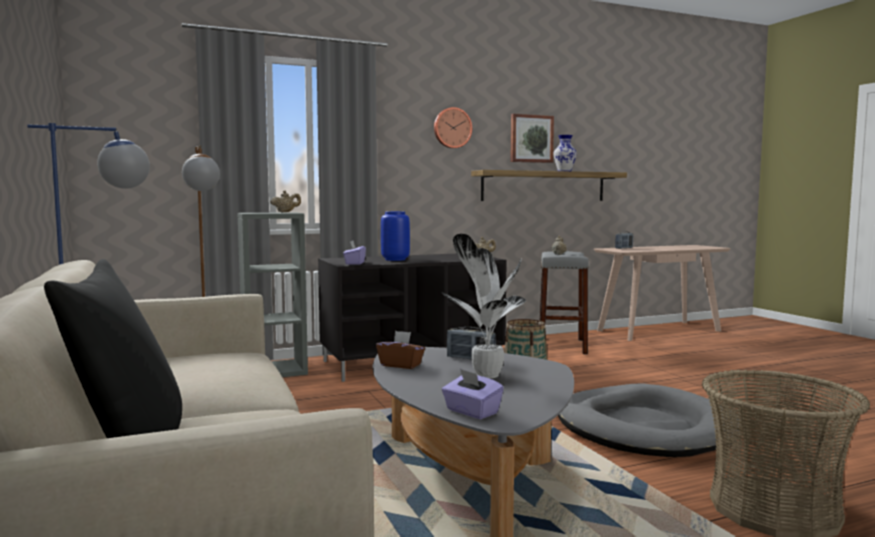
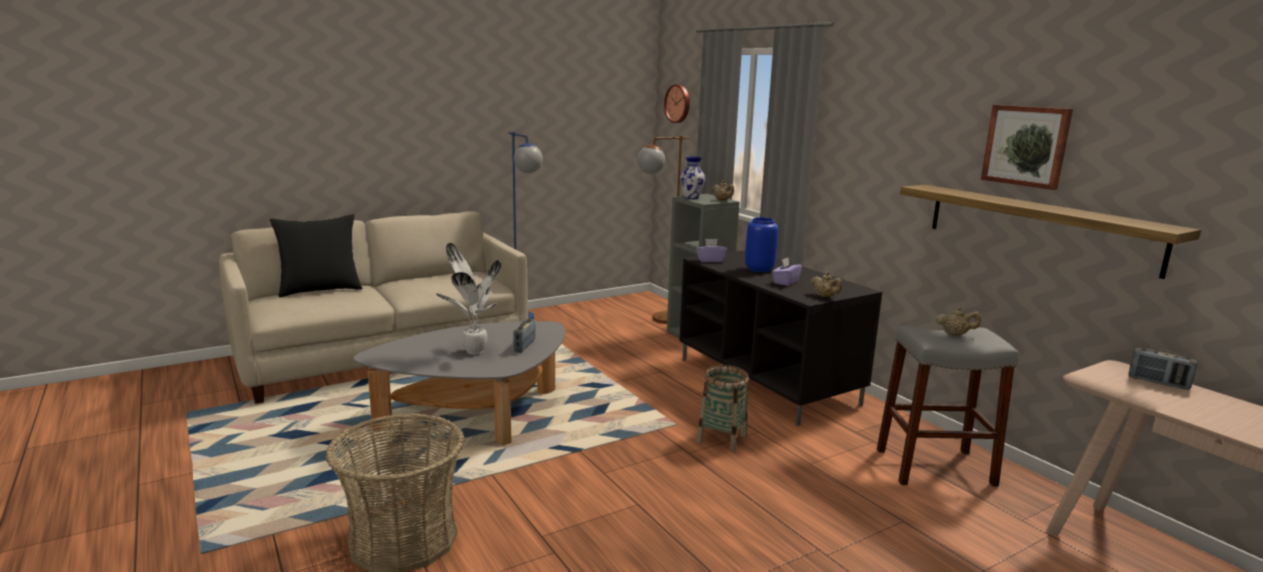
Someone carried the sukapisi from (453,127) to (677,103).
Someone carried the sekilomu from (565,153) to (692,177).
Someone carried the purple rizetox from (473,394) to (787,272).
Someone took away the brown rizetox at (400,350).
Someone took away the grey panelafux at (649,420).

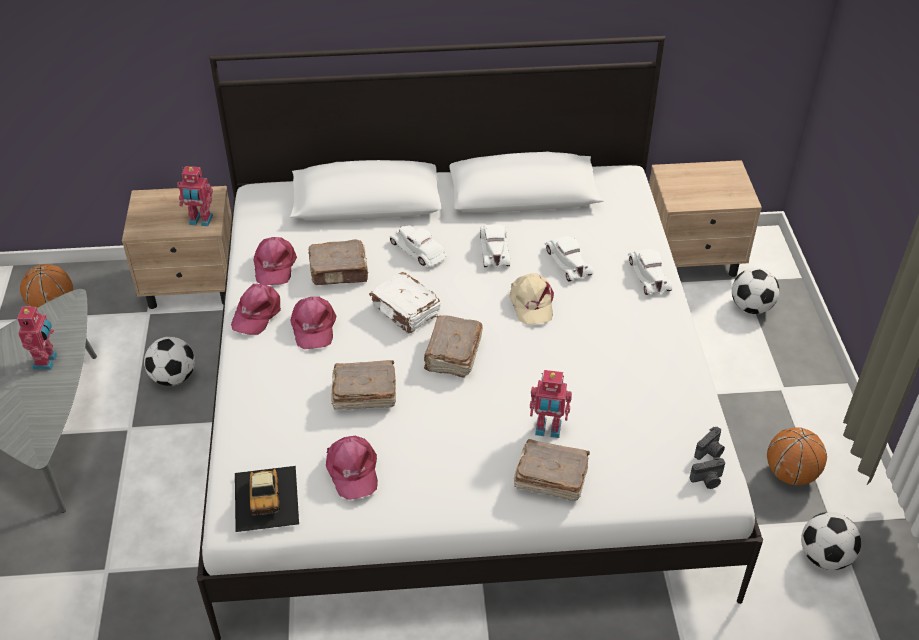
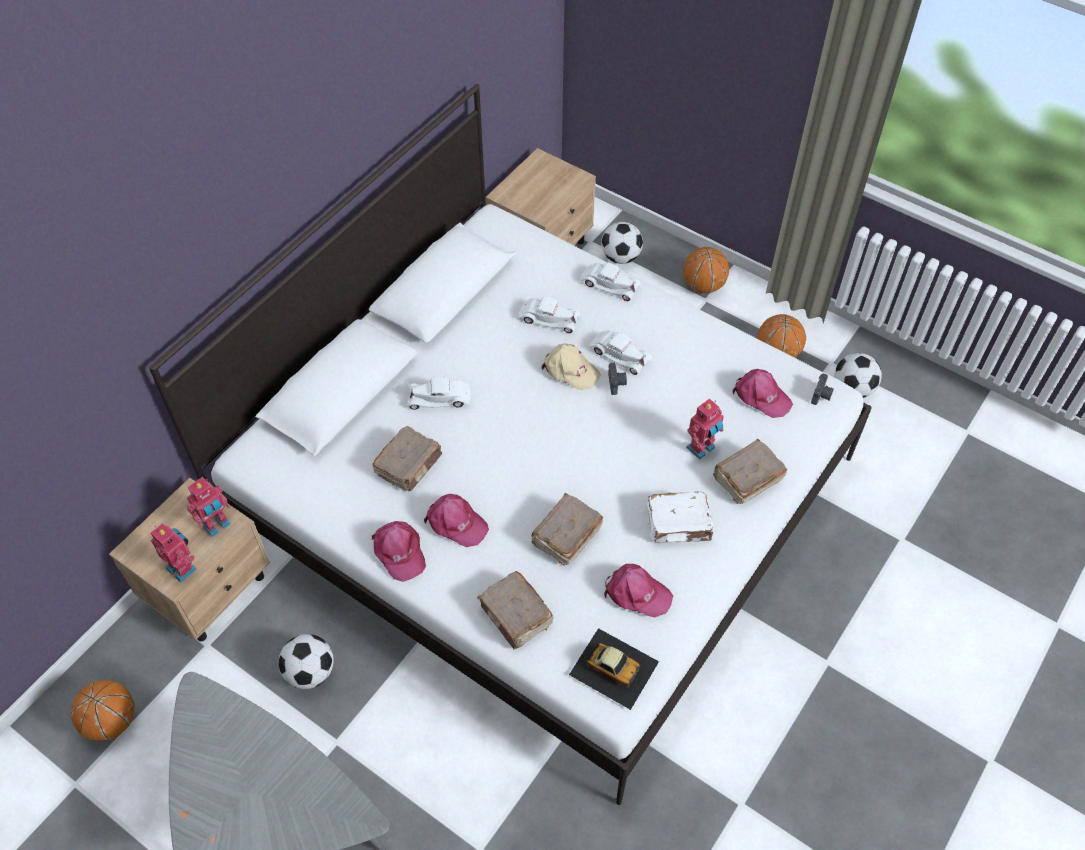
Someone carried the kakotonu from (37,337) to (173,553).
Someone carried the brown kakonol from (453,346) to (515,610).
Someone carried the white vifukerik from (495,246) to (620,352).
Someone carried the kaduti from (709,443) to (617,378).
Someone carried the white kakonol from (405,303) to (680,517).
Someone put down the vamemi at (706,270).
Someone carried the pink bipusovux from (275,261) to (763,393).

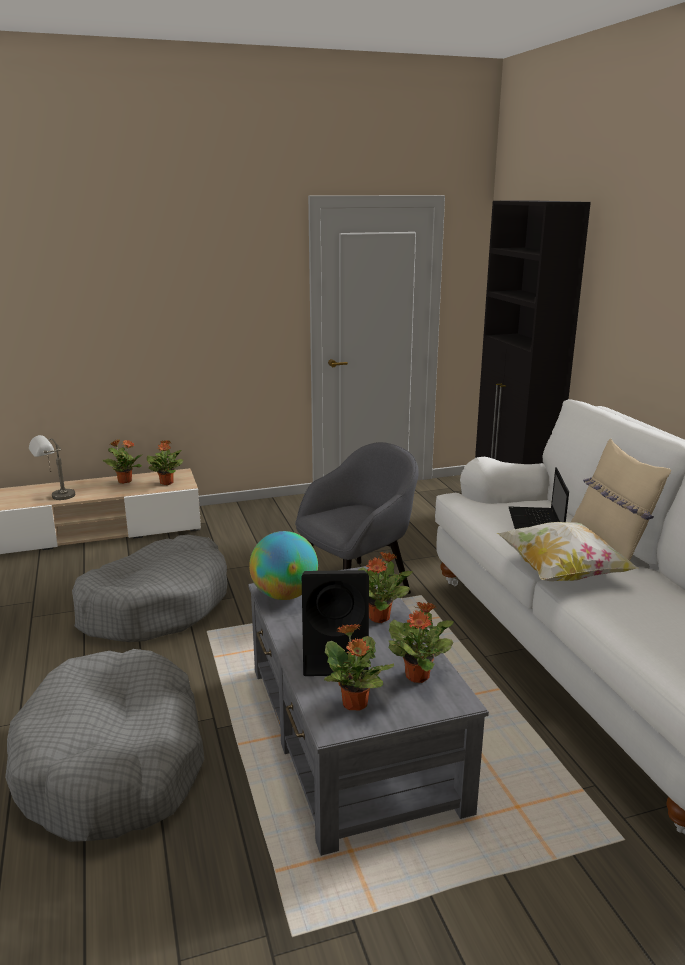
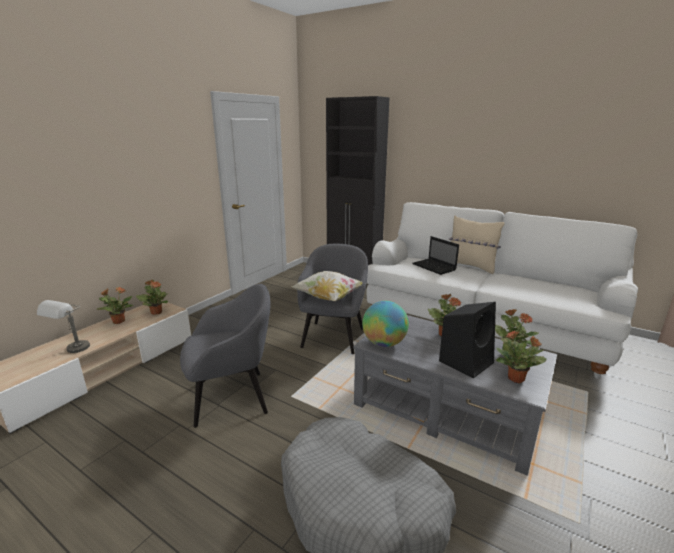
Someone swapped the grey panelafux at (150,588) for the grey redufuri at (225,356).
Someone carried the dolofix from (568,551) to (327,286).

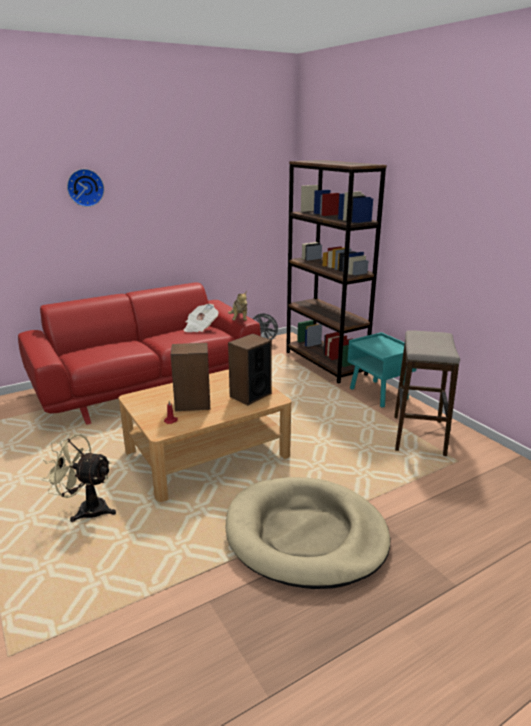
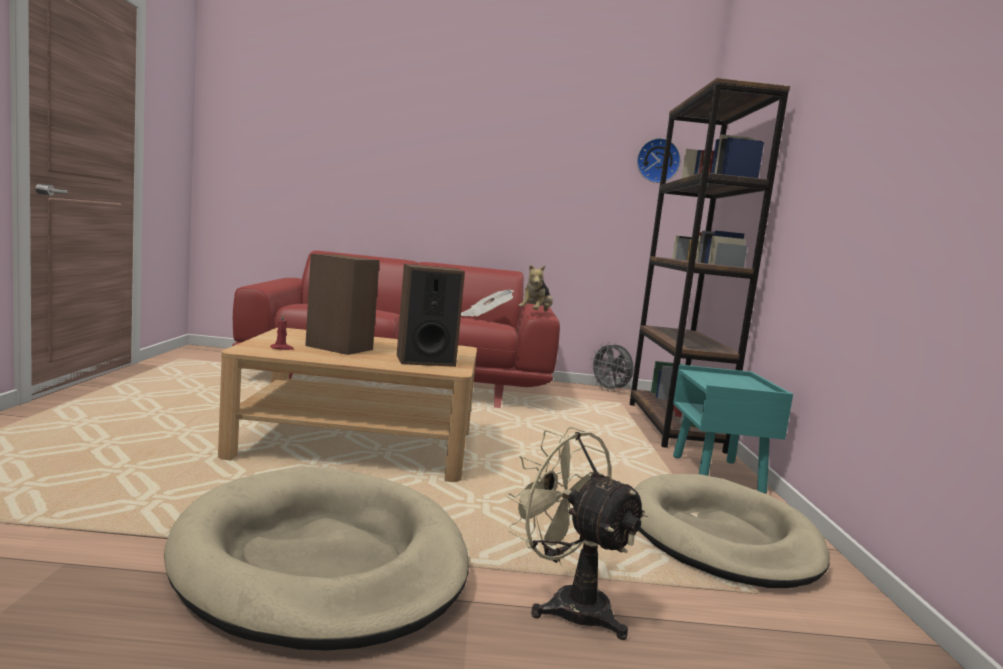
Someone carried the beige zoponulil from (79,477) to (577,533).
Someone swapped the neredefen at (427,393) for the beige panelafux at (732,531).
Someone carried the sukapisi from (85,188) to (659,160).

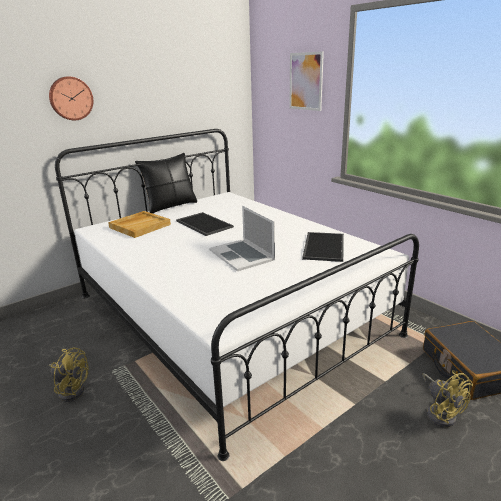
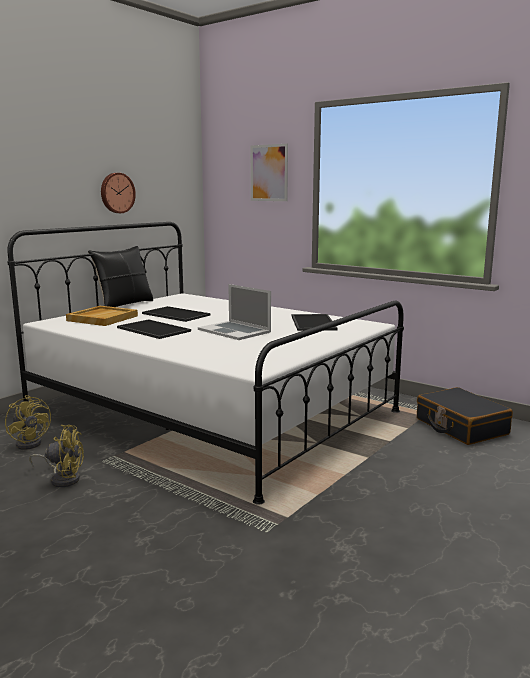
Someone carried the yellow zoponulil from (447,398) to (28,422).
Someone carried the sukapisi from (71,98) to (118,193).
Someone put down the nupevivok at (154,329).

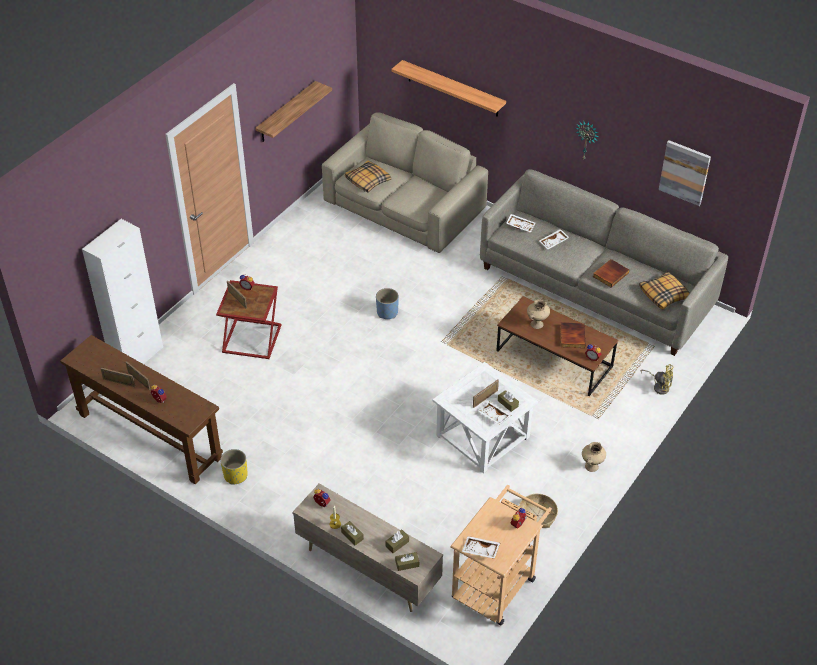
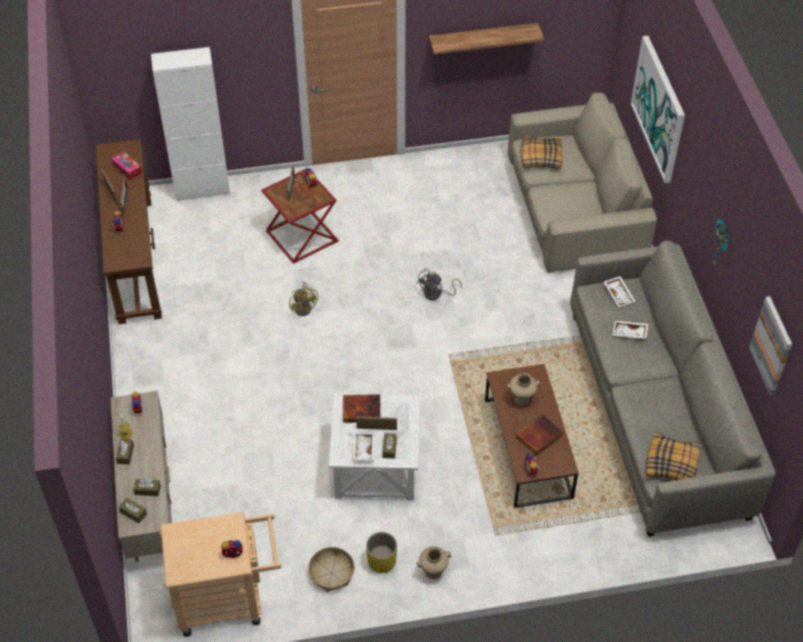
Someone put down the rizetox at (127,165).
Someone carried the yellow zoponulil from (657,379) to (303,299).
Someone carried the kakonol from (611,273) to (362,408).
Someone carried the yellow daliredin from (234,466) to (381,552).
Someone swapped the blue daliredin at (387,303) for the grey zoponulil at (439,284).
Someone swapped the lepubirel at (448,88) for the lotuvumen at (658,109).
Someone took away the white nupevivok at (481,547).

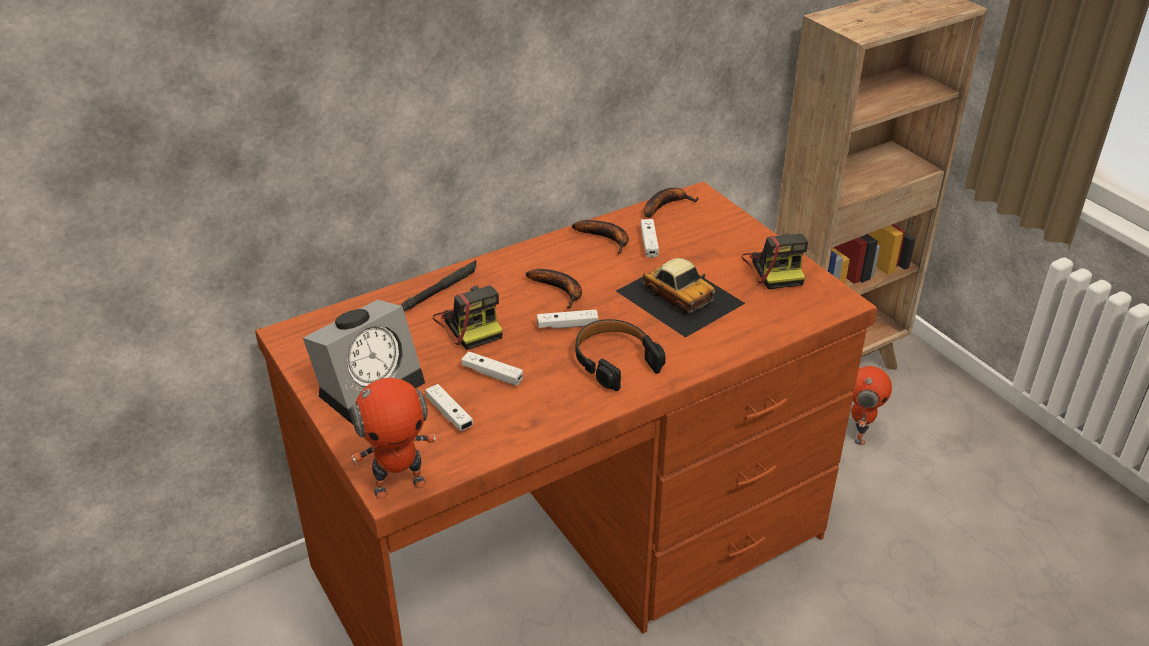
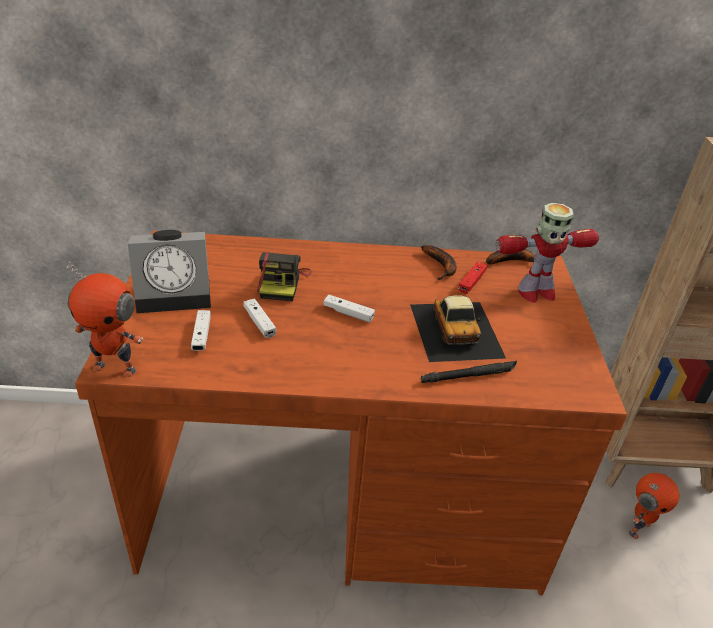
Someone carried the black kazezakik from (438,286) to (469,372).
Someone repainted the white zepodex at (650,238), which became the red zepodex at (472,278).
Someone put down the kakotonu at (547,253).
Someone took away the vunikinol at (554,289).
Someone took away the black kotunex at (621,355).
Someone took away the kaduti at (775,261).

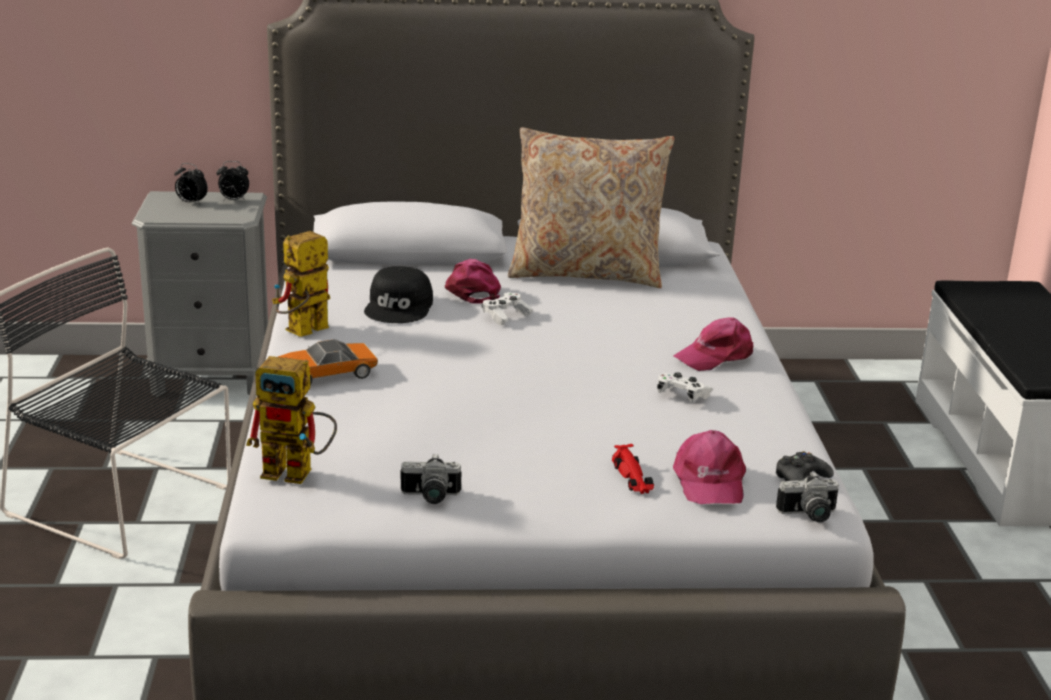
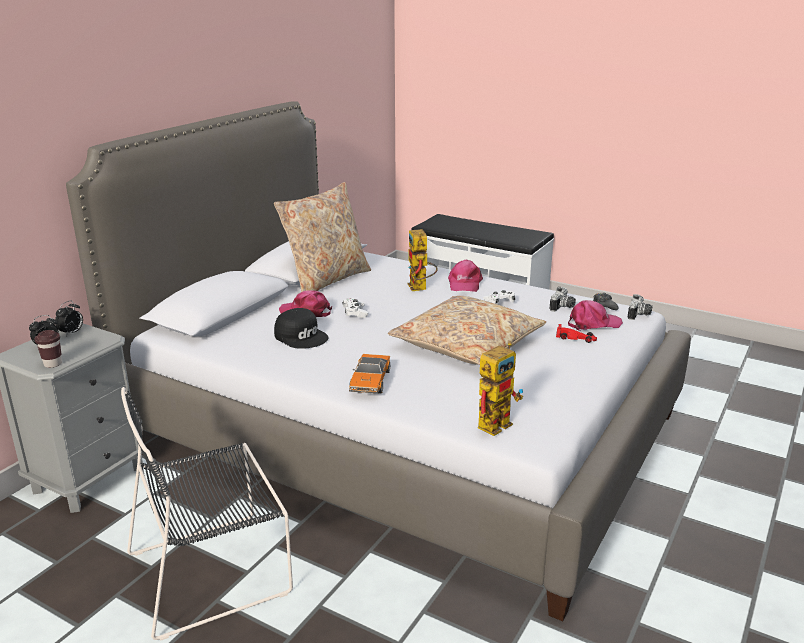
Someone put down the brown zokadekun at (48,349).
Someone put down the beige dolofix at (467,330).
Someone carried the kakotonu from (301,284) to (422,260).
Someone carried the kaduti from (431,479) to (562,299).
Someone rotated the pink bipusovux at (709,467) by 45 degrees counterclockwise.

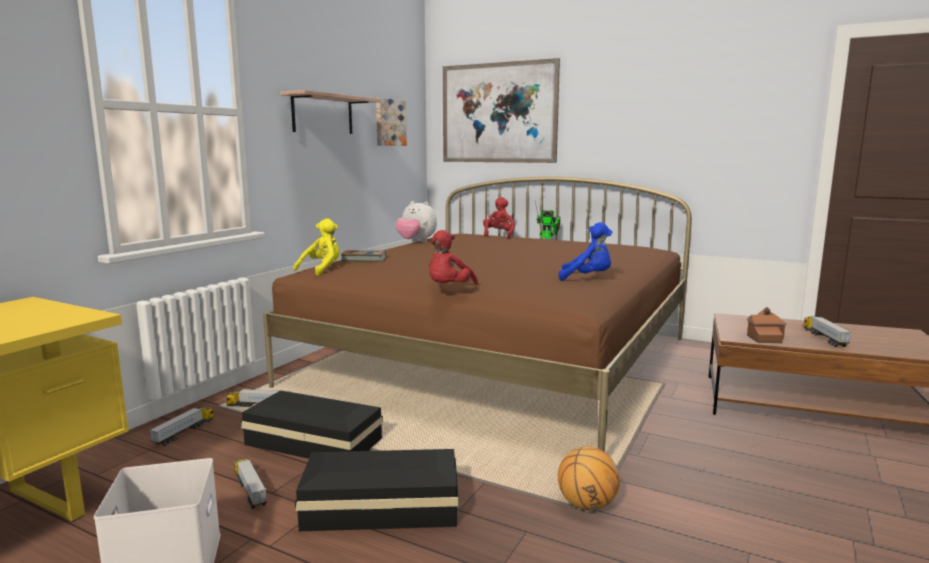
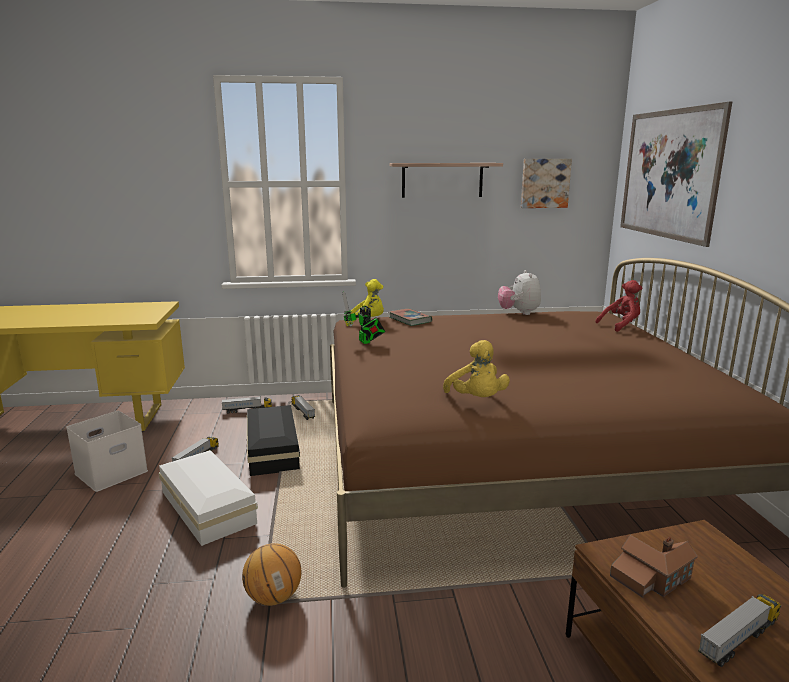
Someone repainted the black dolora at (376,490), which became the white dolora at (208,498).
Someone carried the kakotonu from (547,220) to (363,317).
Someone repainted the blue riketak at (586,251), which became the yellow riketak at (476,368).
Someone took away the red riketak at (453,257).

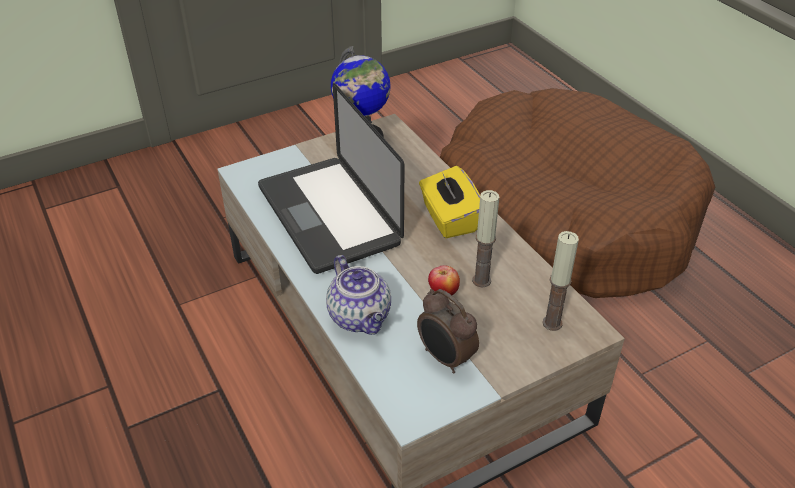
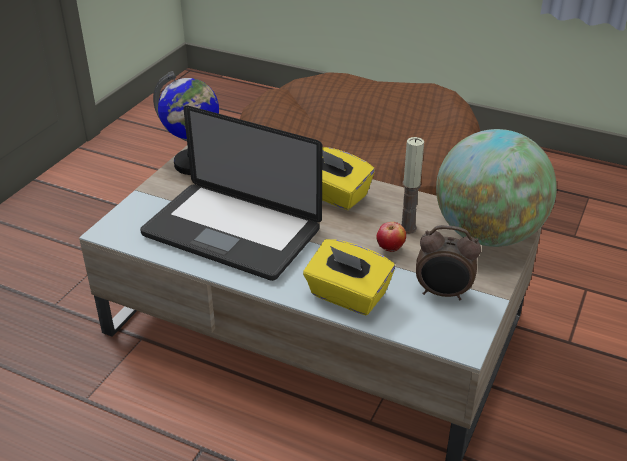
Someone swapped the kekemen at (358,295) for the yellow rizetox at (349,277).
Someone swapped the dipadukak at (560,281) for the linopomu at (496,188).

